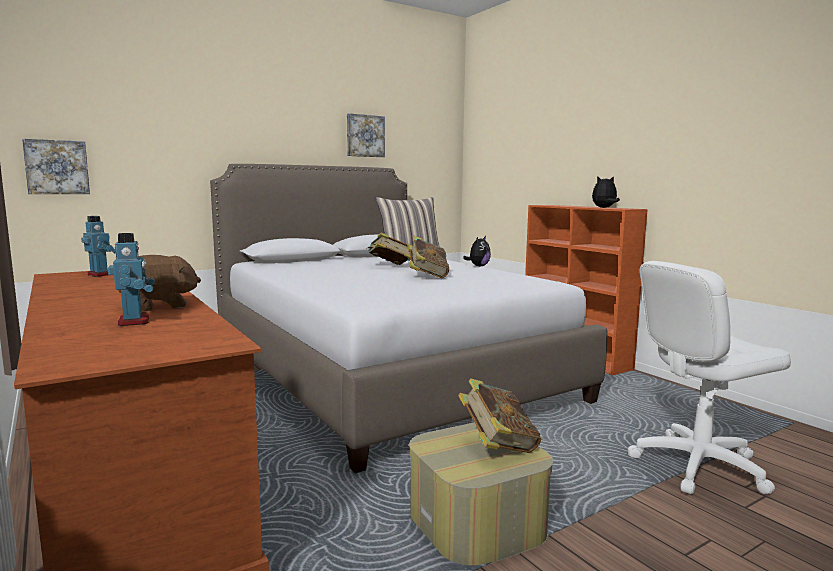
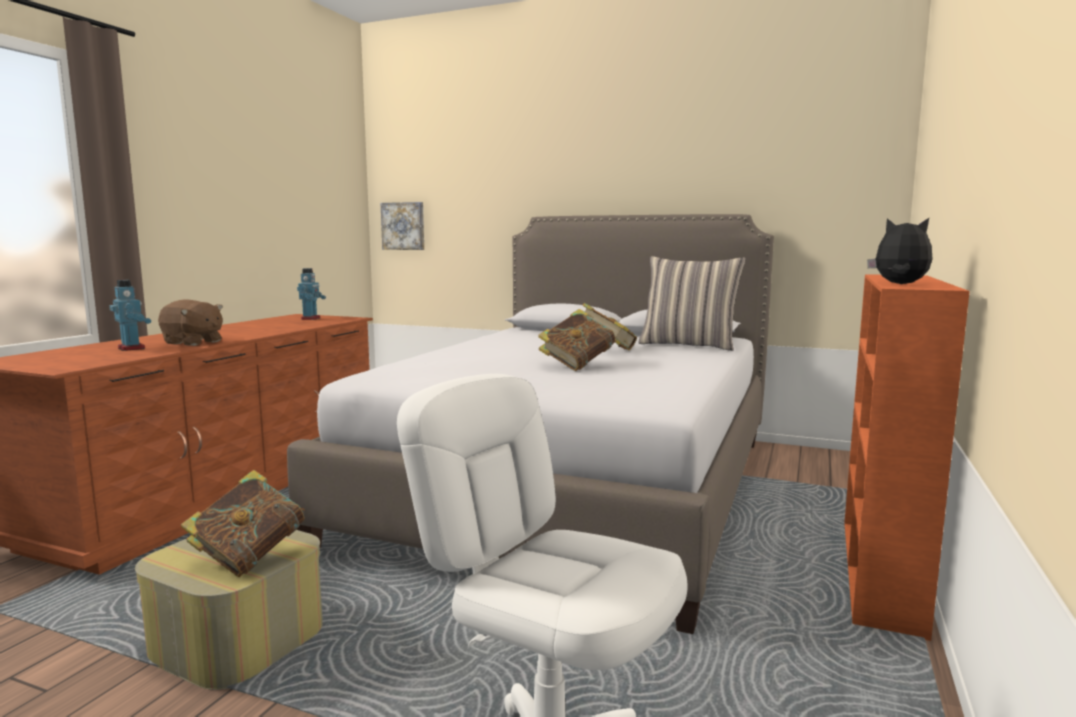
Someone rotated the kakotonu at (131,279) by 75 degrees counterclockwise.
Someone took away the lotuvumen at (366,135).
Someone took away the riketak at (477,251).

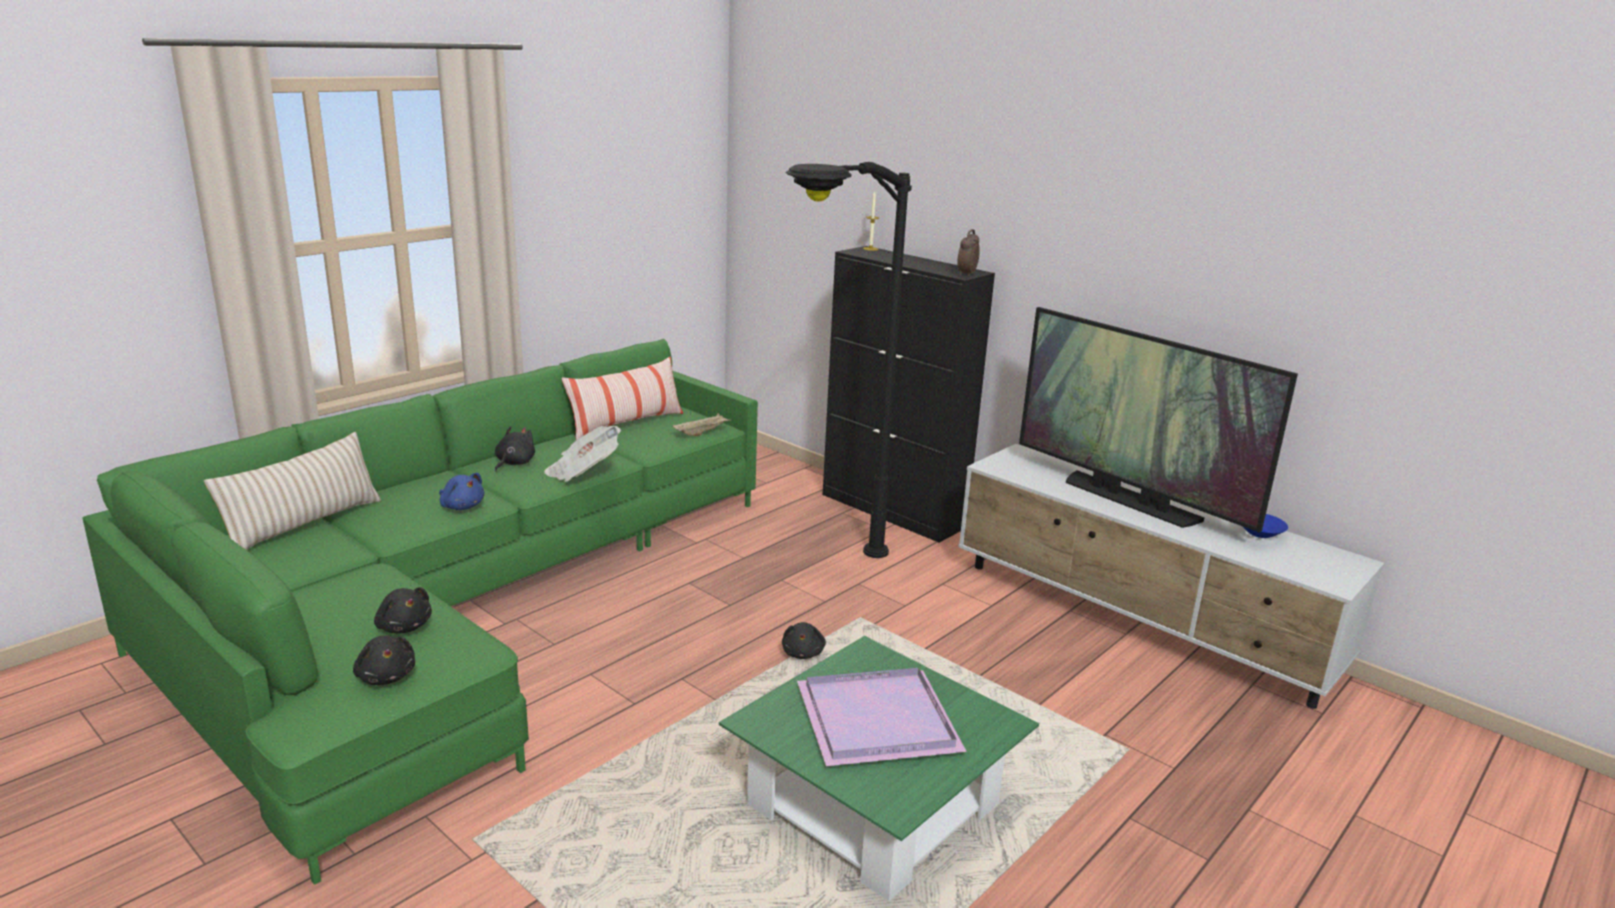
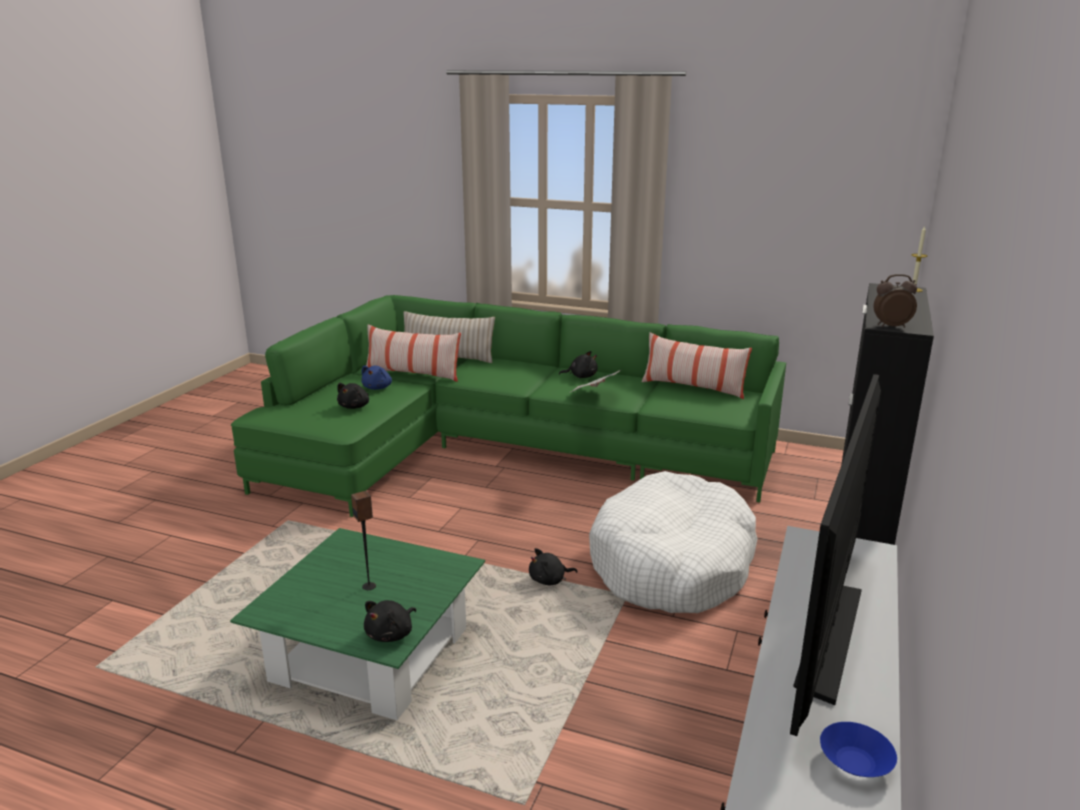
Someone swapped the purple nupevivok at (882,717) for the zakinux at (363,540).
Someone carried the blue riketak from (462,491) to (376,377).
Someone carried the black riketak from (384,660) to (390,621).
Someone put down the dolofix at (413,353).
Someone swapped the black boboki at (849,360) for the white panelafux at (673,542).
Someone took away the beige nupevivok at (701,424).

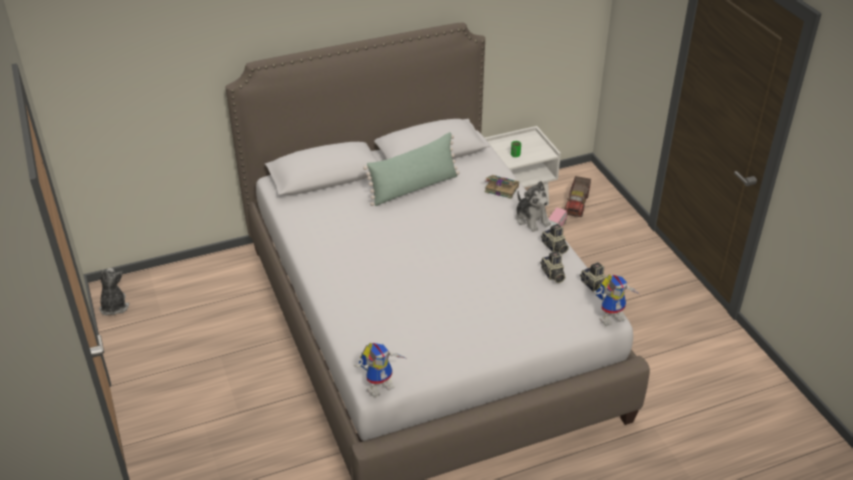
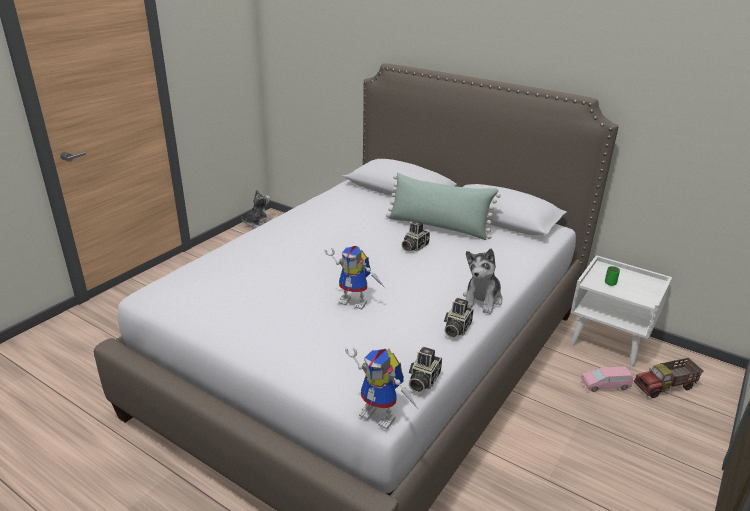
Someone carried the kakotonu from (380,370) to (355,277).
Someone carried the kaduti from (553,267) to (416,236).
Someone took away the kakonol at (501,187).

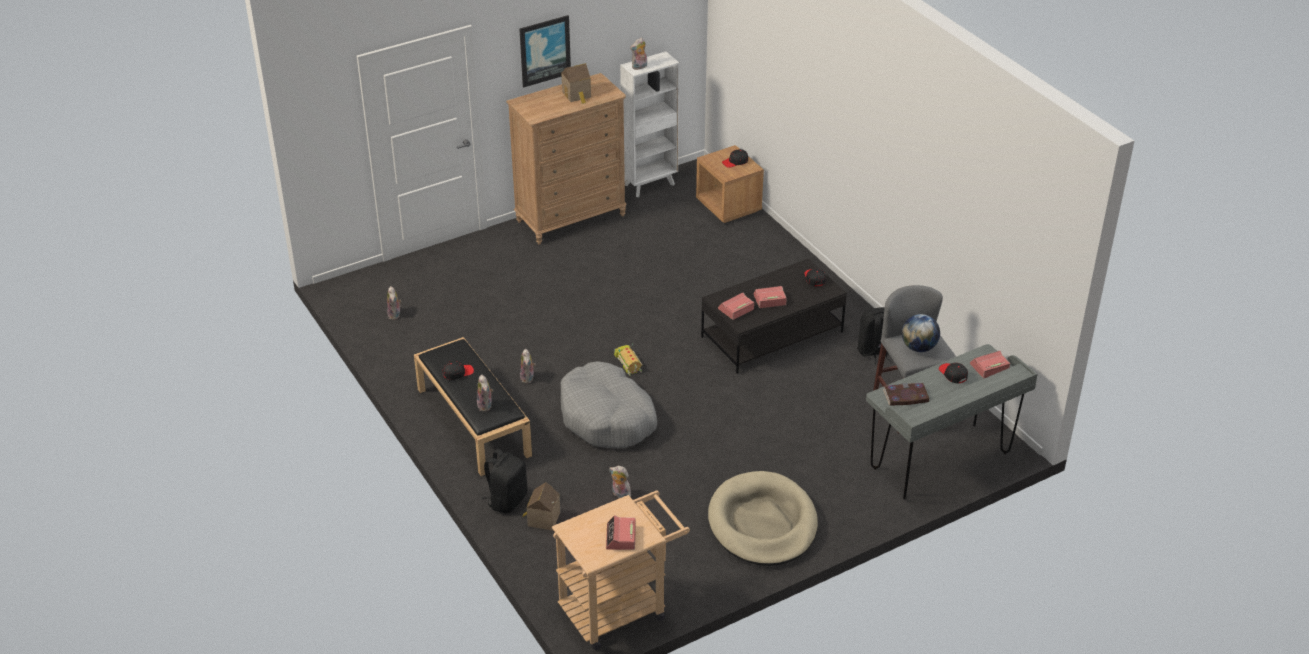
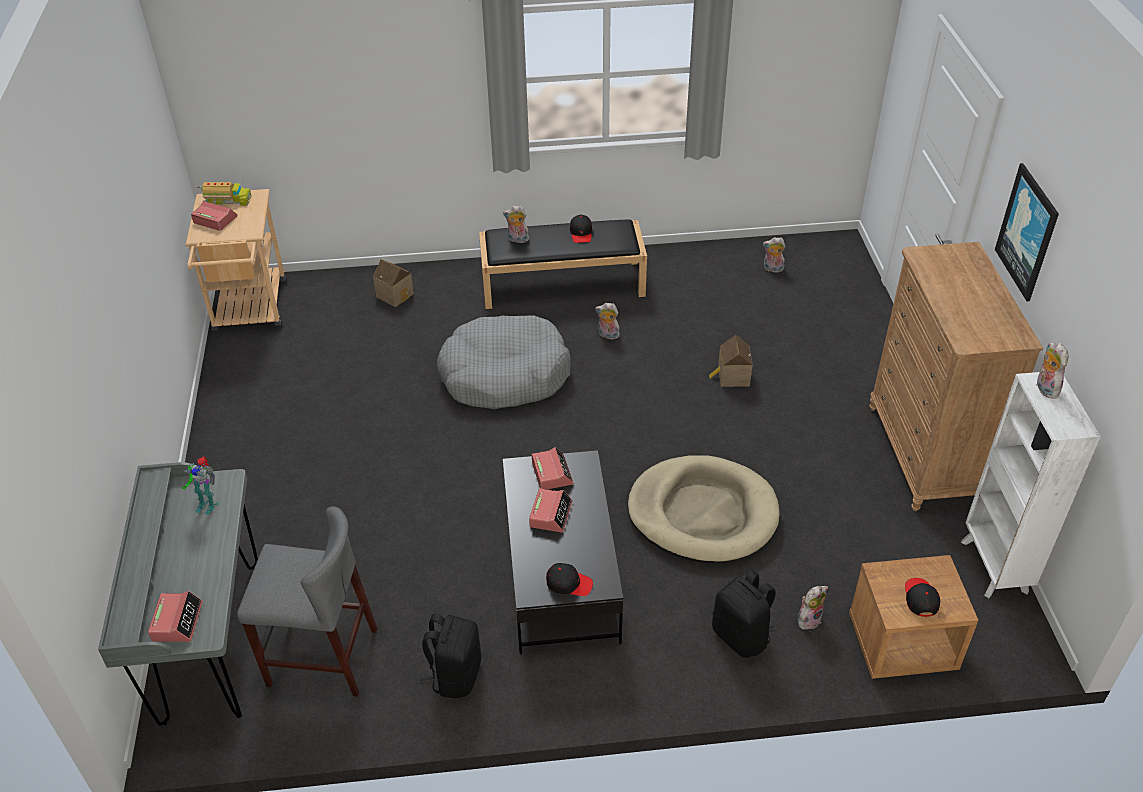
Someone swapped the kakonol at (906,394) for the kakotonu at (200,485).
Someone carried the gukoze from (628,360) to (224,193).
Someone carried the beige panelafux from (763,518) to (704,509).
Someone carried the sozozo from (576,83) to (730,361).
Someone carried the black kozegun from (504,481) to (744,614).
Someone carried the riketak from (620,482) to (813,608).
Someone took away the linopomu at (921,333).
Someone took away the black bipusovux at (953,373).

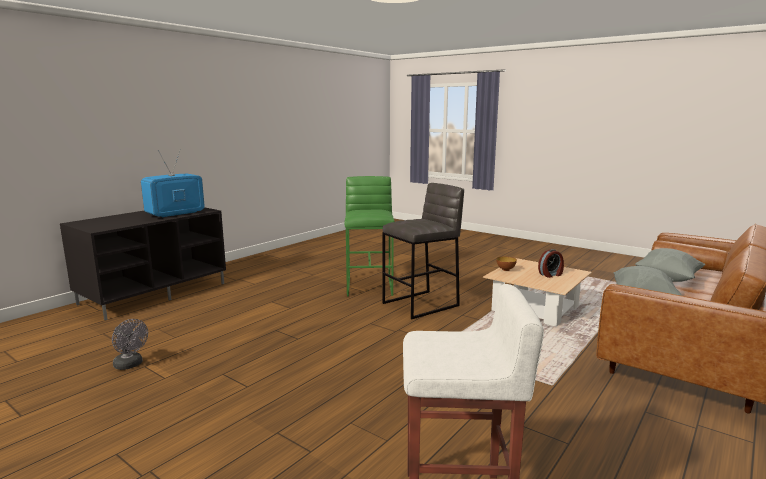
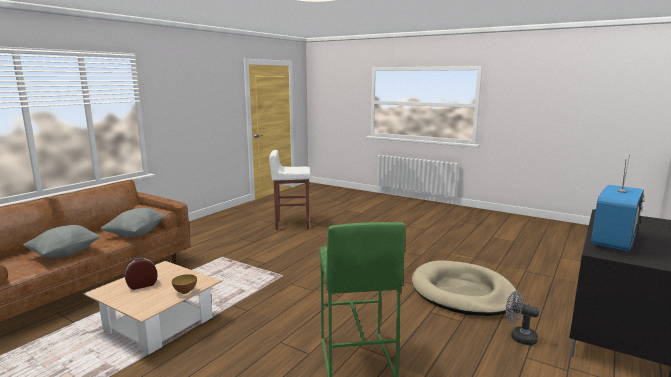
Someone put down the beige panelafux at (465,288).
Someone carried the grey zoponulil from (130,344) to (523,318).
Someone took away the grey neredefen at (423,251).

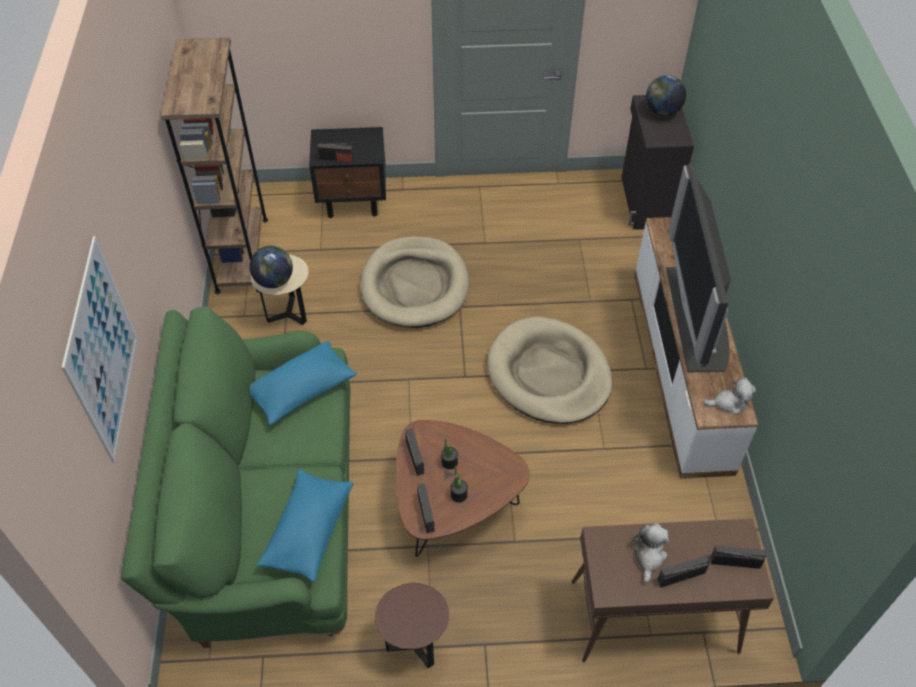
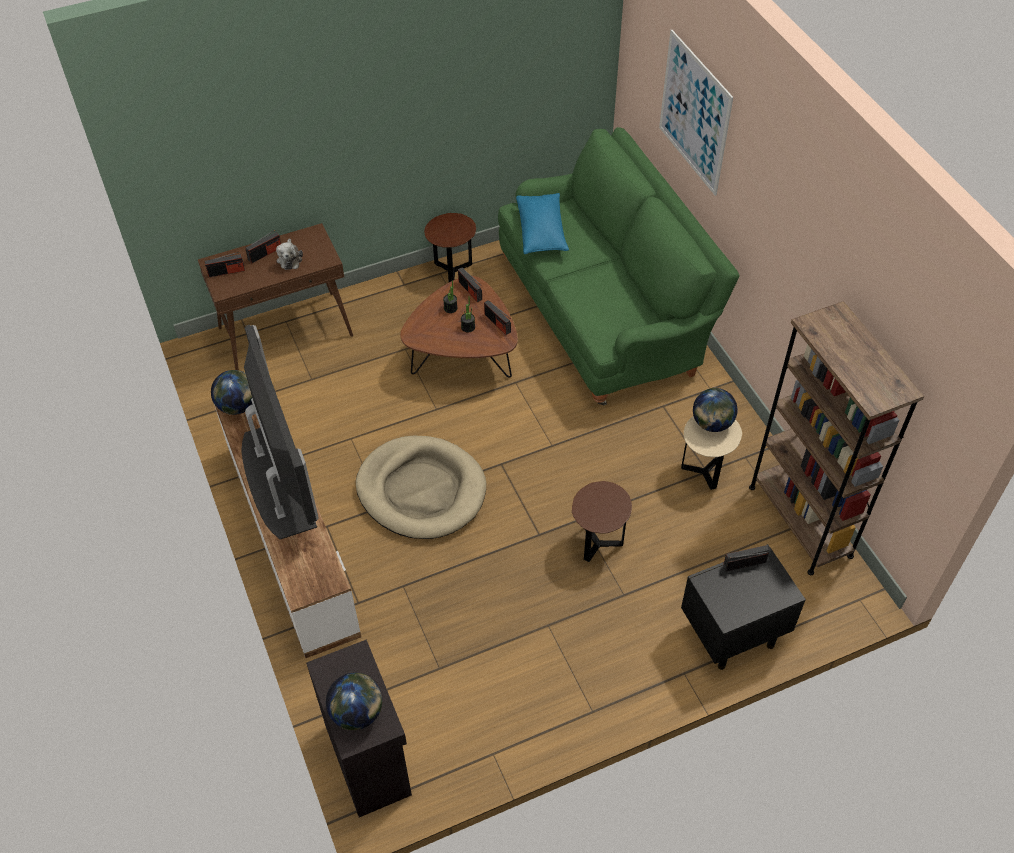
Someone swapped the riketak at (729,396) for the linopomu at (231,392).
Someone swapped the beige panelafux at (414,282) for the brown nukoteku at (602,521).
Someone took away the blue dolofix at (303,383).

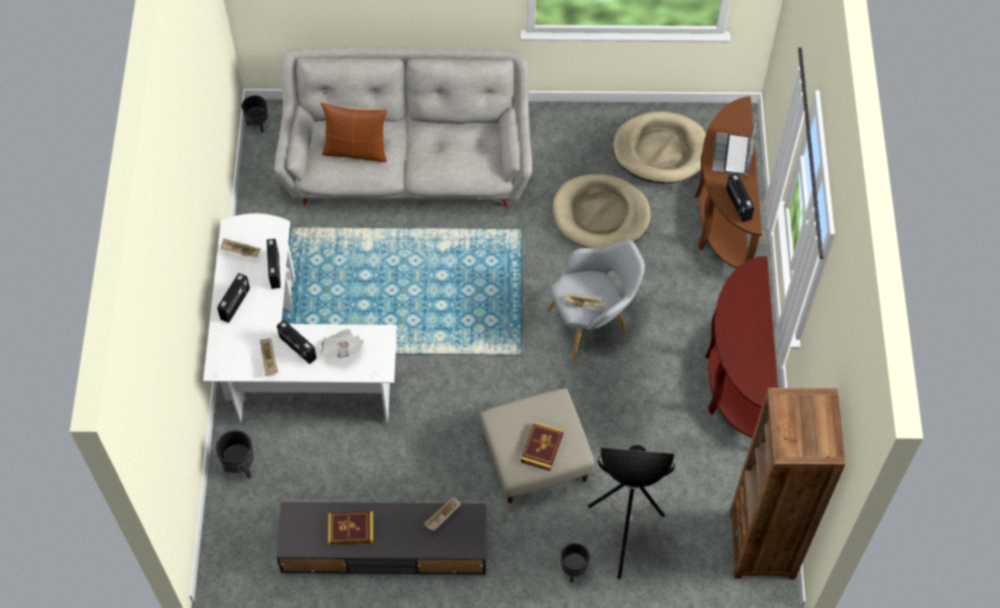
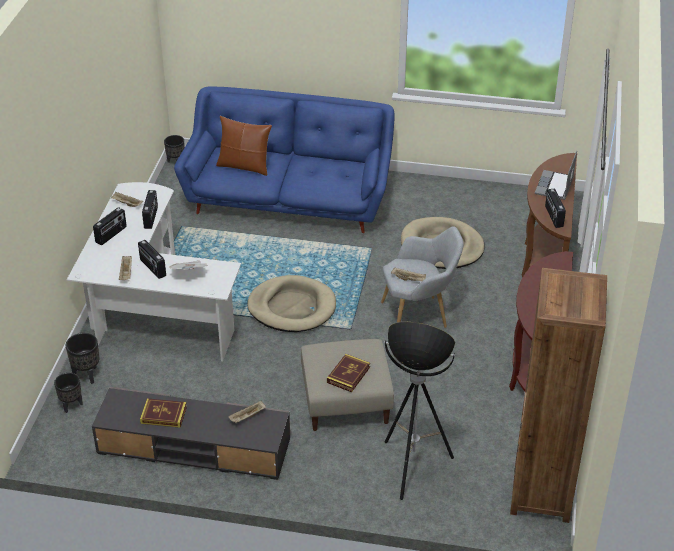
Someone carried the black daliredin from (575,562) to (68,393).
Someone repainted the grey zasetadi at (403,127), which became the blue zasetadi at (284,159).
Someone carried the beige panelafux from (659,147) to (291,303).

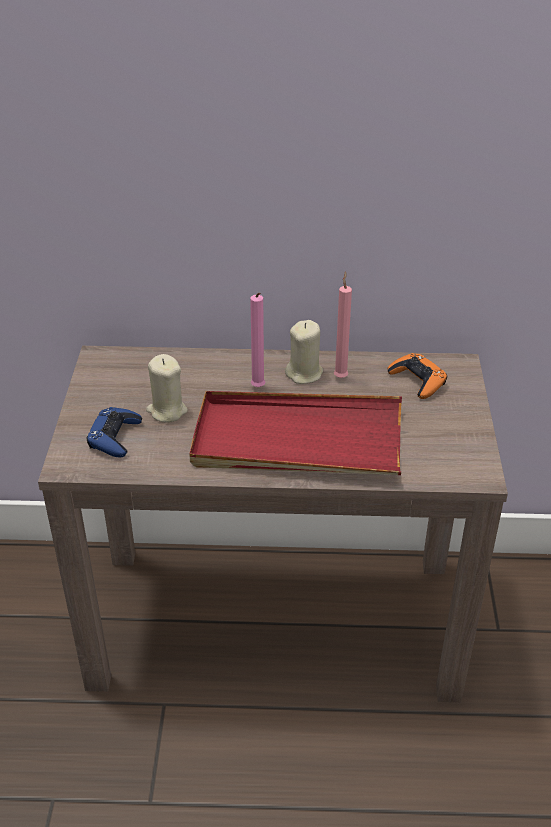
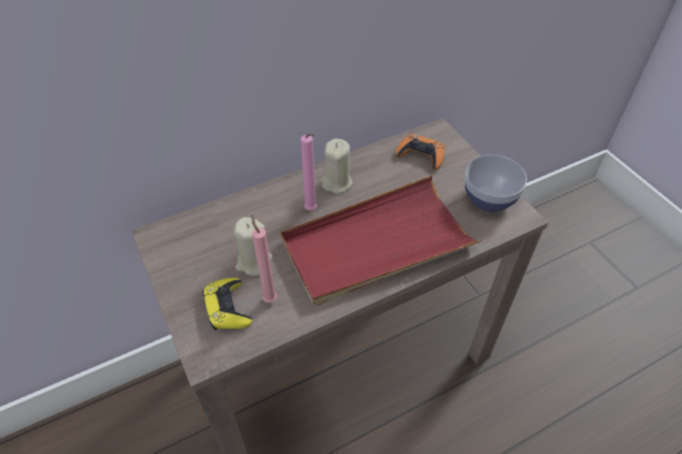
Someone repainted the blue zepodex at (114,432), which became the yellow zepodex at (228,304).
Someone carried the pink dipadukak from (343,324) to (264,258).
Someone put down the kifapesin at (496,183).

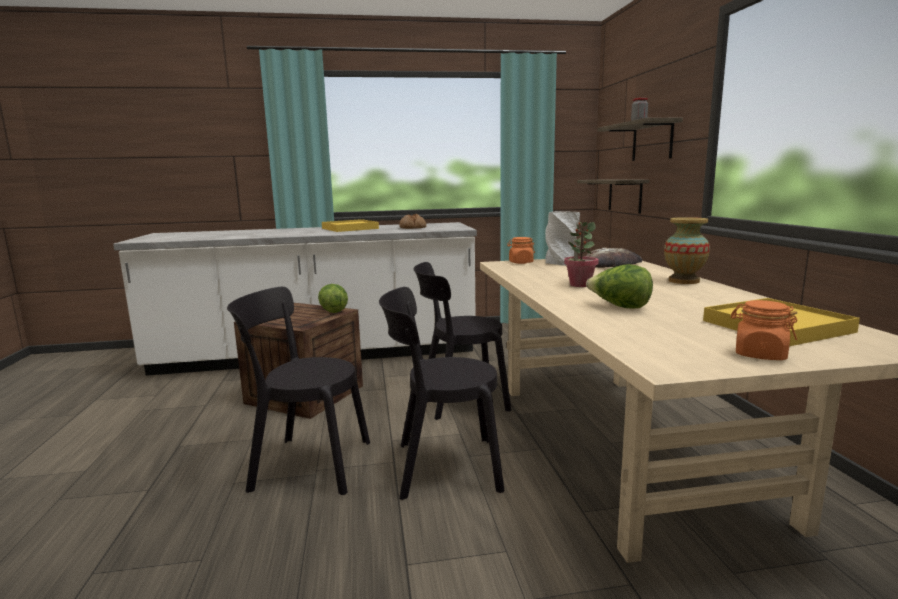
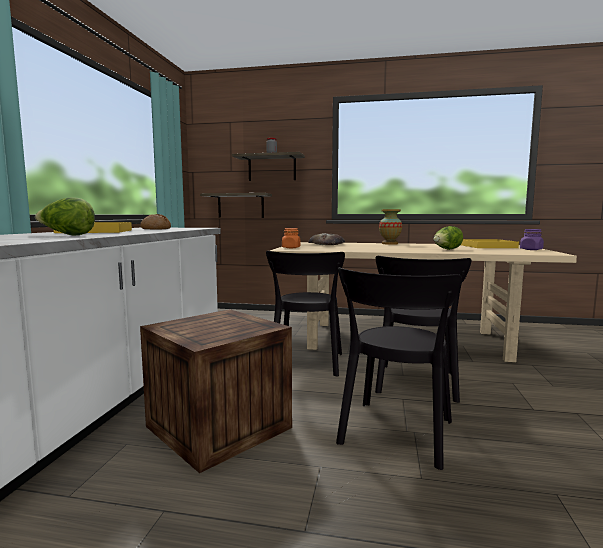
Someone carried the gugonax from (333,298) to (65,216).
Someone repainted the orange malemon at (764,330), which became the purple malemon at (532,239).
Someone took away the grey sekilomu at (562,238).
Someone took away the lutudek at (581,254).

